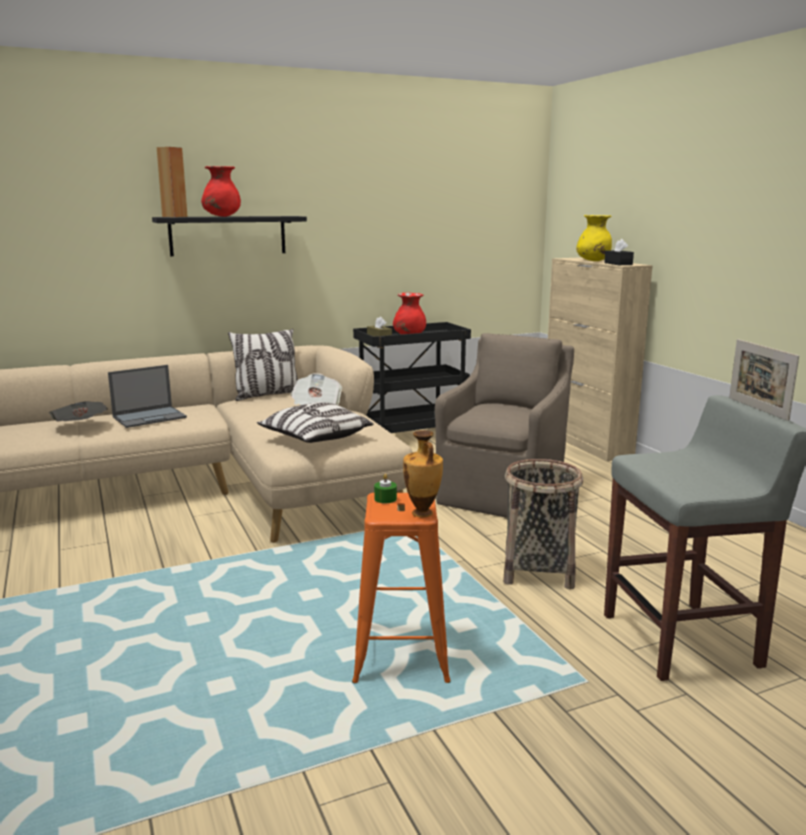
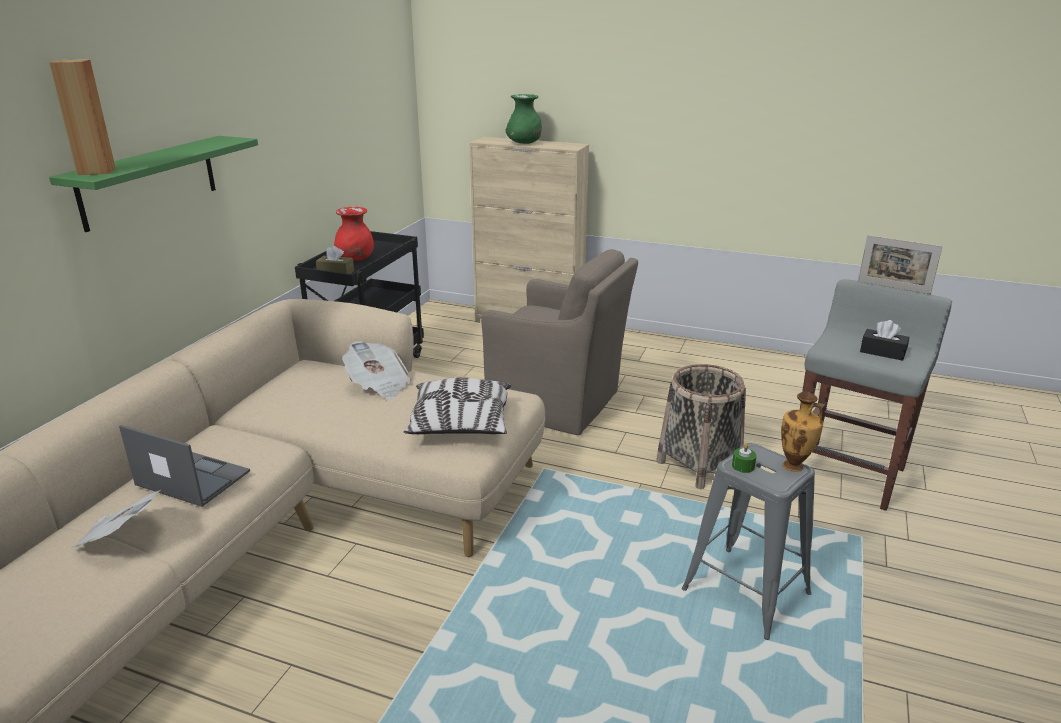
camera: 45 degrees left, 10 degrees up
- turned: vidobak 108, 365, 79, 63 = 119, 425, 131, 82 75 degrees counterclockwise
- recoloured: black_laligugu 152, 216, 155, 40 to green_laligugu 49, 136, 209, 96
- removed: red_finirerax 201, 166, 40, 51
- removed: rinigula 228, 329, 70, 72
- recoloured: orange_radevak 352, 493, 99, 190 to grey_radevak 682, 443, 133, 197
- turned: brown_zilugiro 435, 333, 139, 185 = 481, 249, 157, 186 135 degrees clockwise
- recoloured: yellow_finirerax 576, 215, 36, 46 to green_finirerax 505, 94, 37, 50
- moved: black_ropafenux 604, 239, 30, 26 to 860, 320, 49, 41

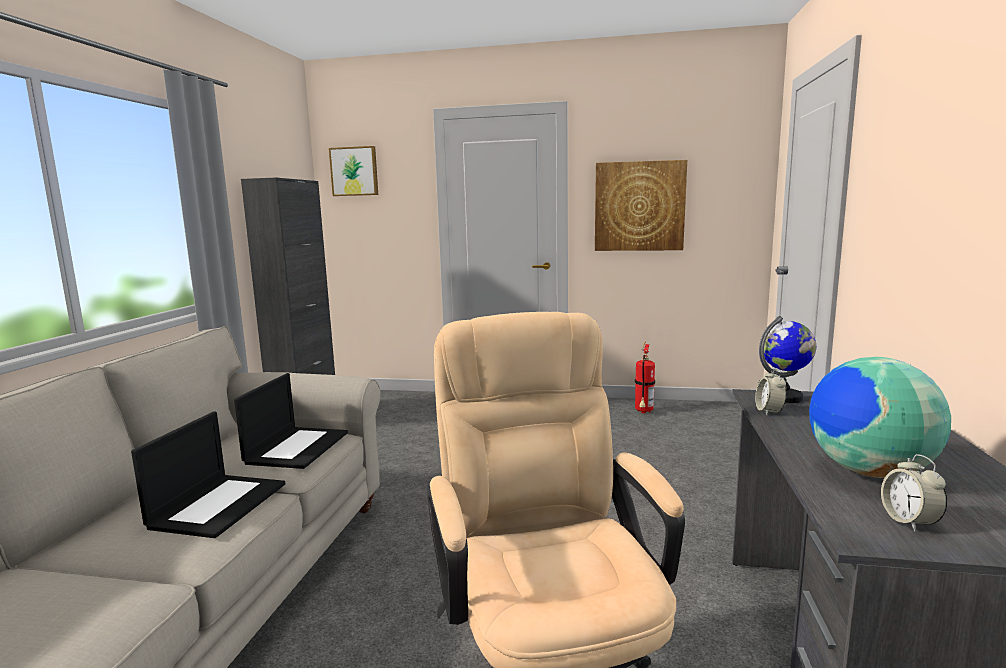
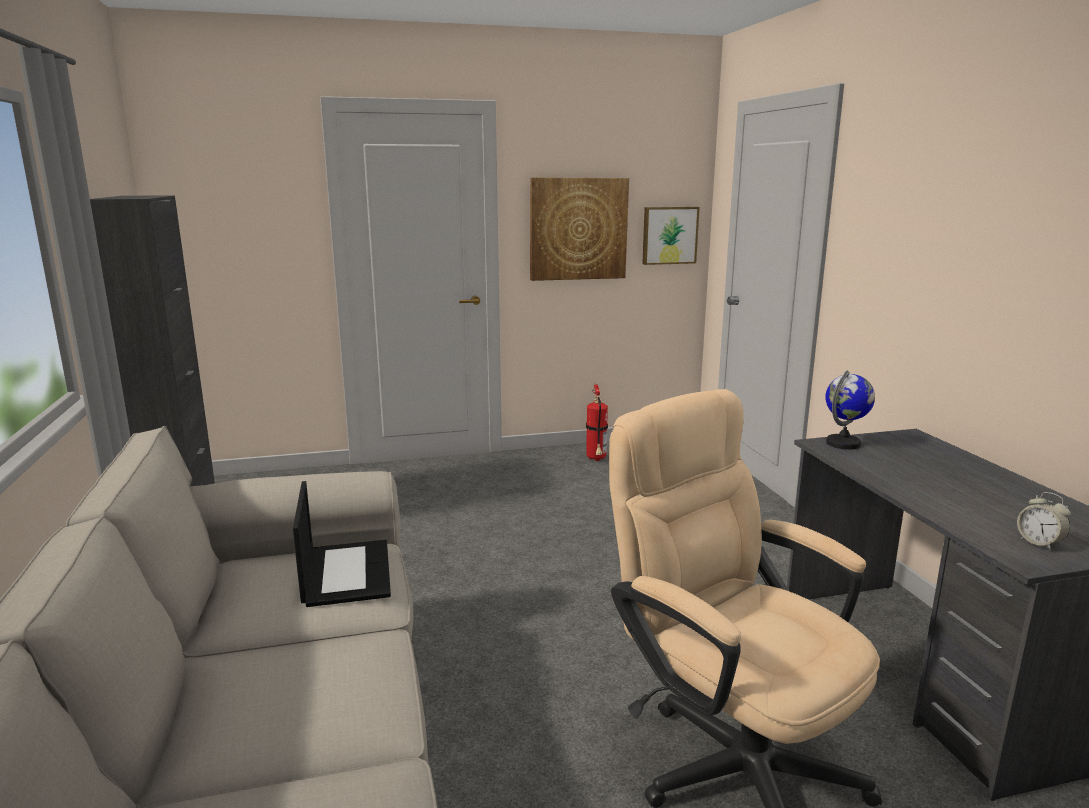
camera: 25 degrees left, 5 degrees up
- removed: vidobak 131, 412, 154, 126
- moved: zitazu 329, 146, 49, 50 to 642, 207, 57, 58
- removed: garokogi 755, 368, 32, 48
- removed: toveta 809, 357, 142, 121

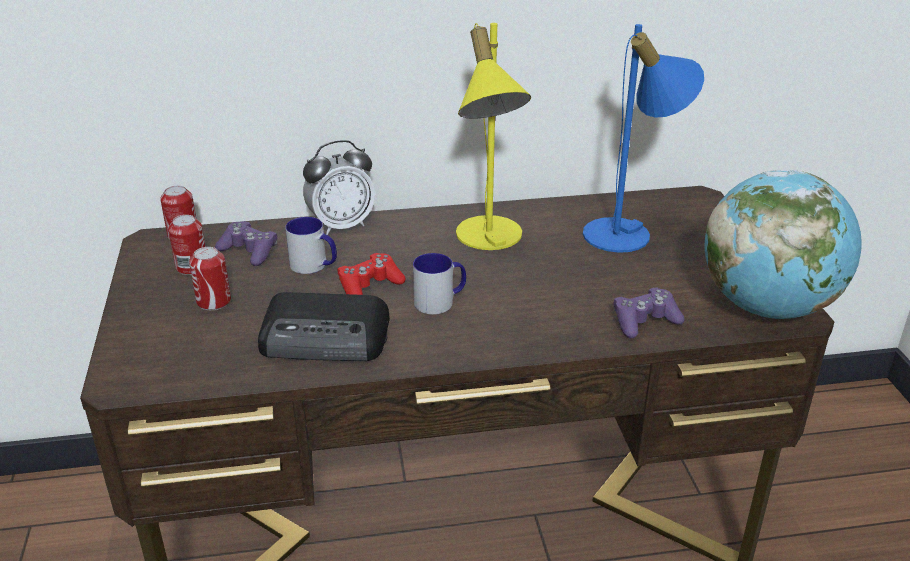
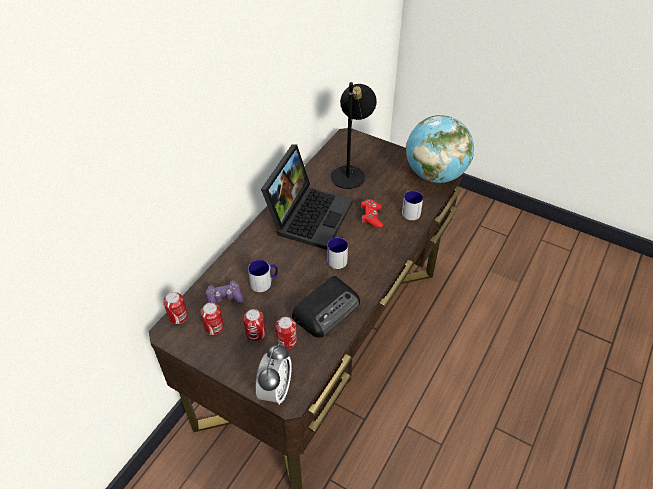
camera: 50 degrees left, 15 degrees up
- moved: garokogi 303, 140, 72, 95 to 256, 343, 36, 62
- moved: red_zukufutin 338, 253, 68, 42 to 361, 199, 22, 29
- replaced: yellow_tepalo 456, 23, 75, 227 to vidobak 261, 145, 92, 105
- recoloured: blue_tepalo 583, 24, 121, 229 to black_tepalo 331, 82, 46, 107
- replaced: purple_zukufutin 614, 287, 71, 51 to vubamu 402, 190, 21, 30
- added: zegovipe 275, 317, 22, 32

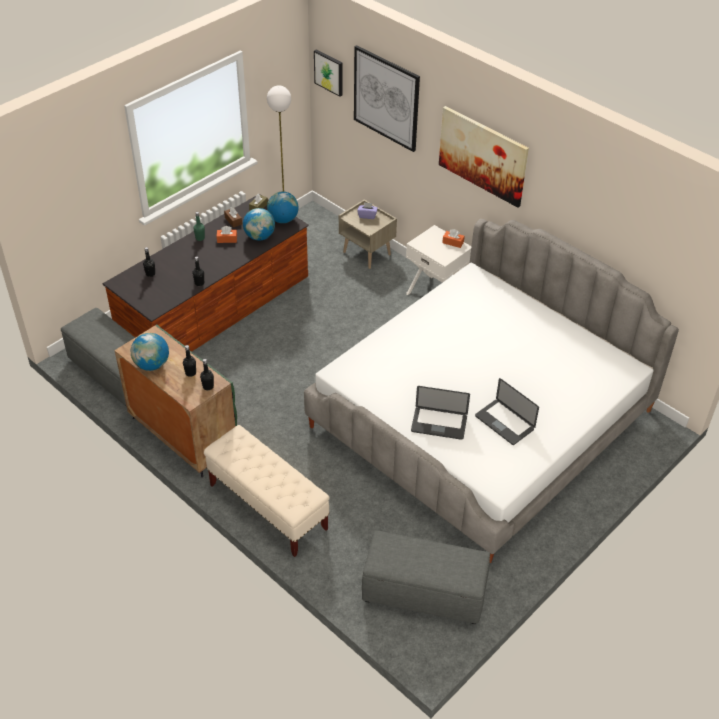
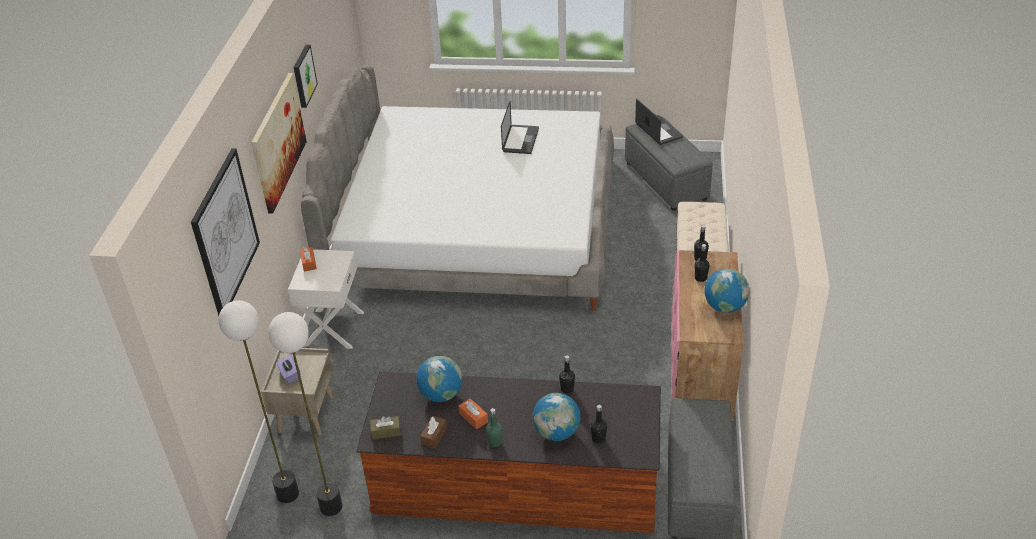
camera: 125 degrees left, 5 degrees down
- recoloured: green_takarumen 115, 325, 122, 153 to pink_takarumen 671, 250, 73, 171
- moved: toveta 267, 192, 32, 31 to 533, 393, 47, 48
- moved: zitazu 314, 49, 29, 48 to 294, 45, 24, 63
- moved: vidobak 411, 386, 59, 54 to 635, 99, 48, 46
- added: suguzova 218, 300, 81, 203

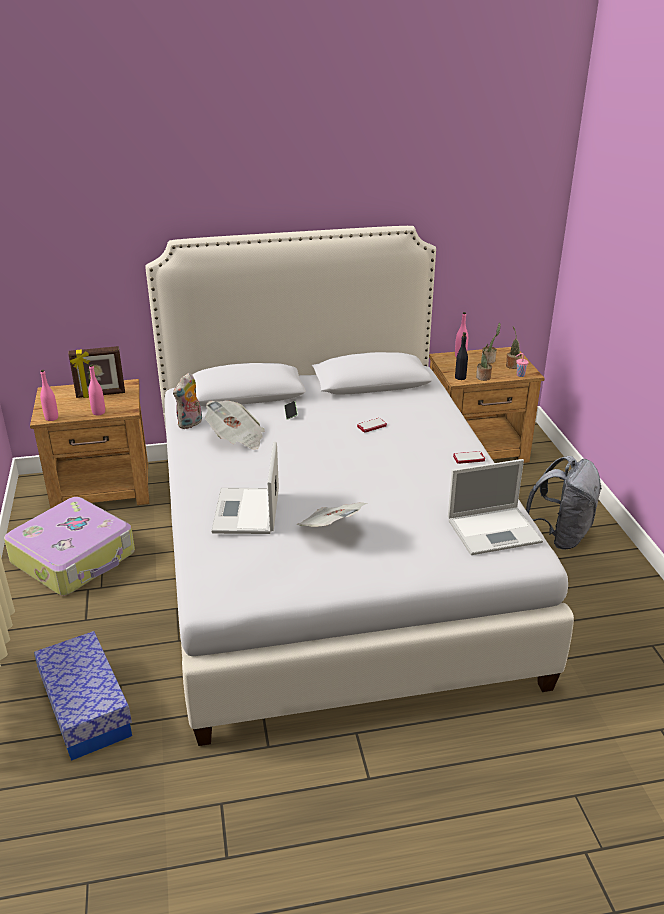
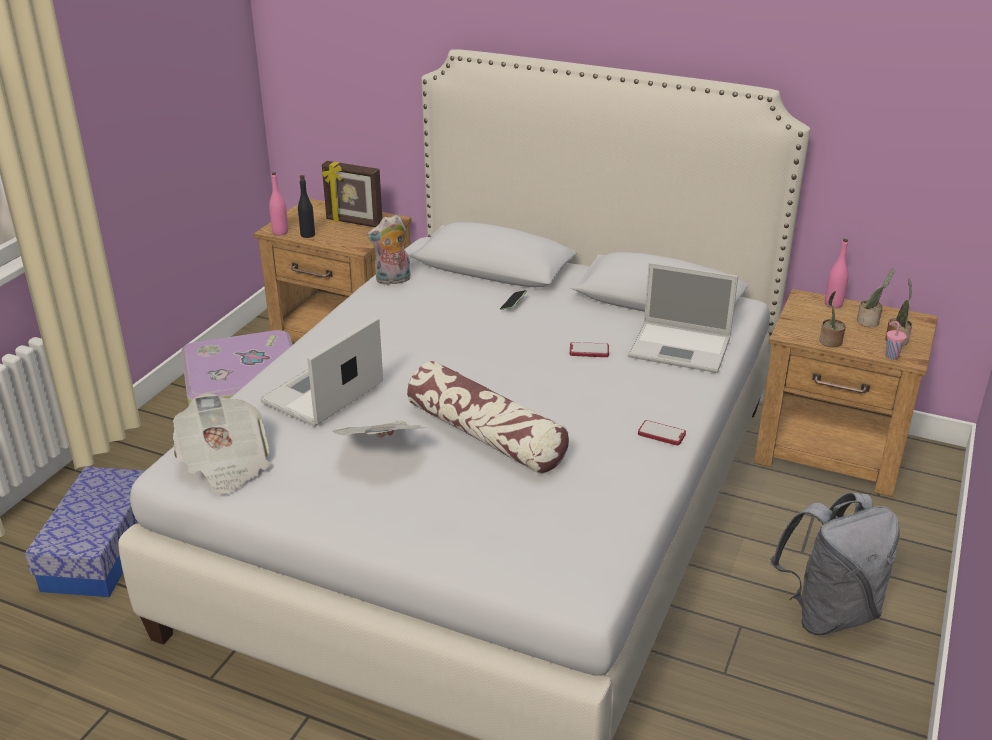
camera: 35 degrees right, 0 degrees up
- removed: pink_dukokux 88, 364, 17, 51
- moved: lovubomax 205, 400, 60, 50 to 173, 393, 97, 102
- moved: vidobak 448, 459, 95, 96 to 628, 262, 110, 111
- moved: black_dukokux 455, 332, 13, 48 to 298, 175, 17, 63
- added: rinigula 407, 361, 162, 113

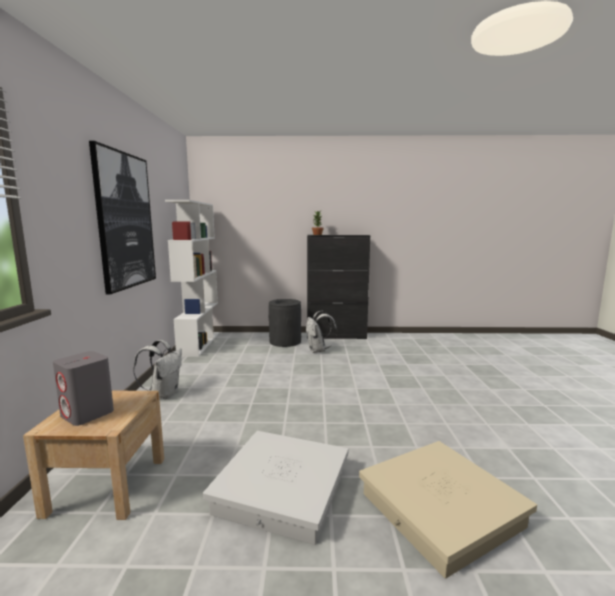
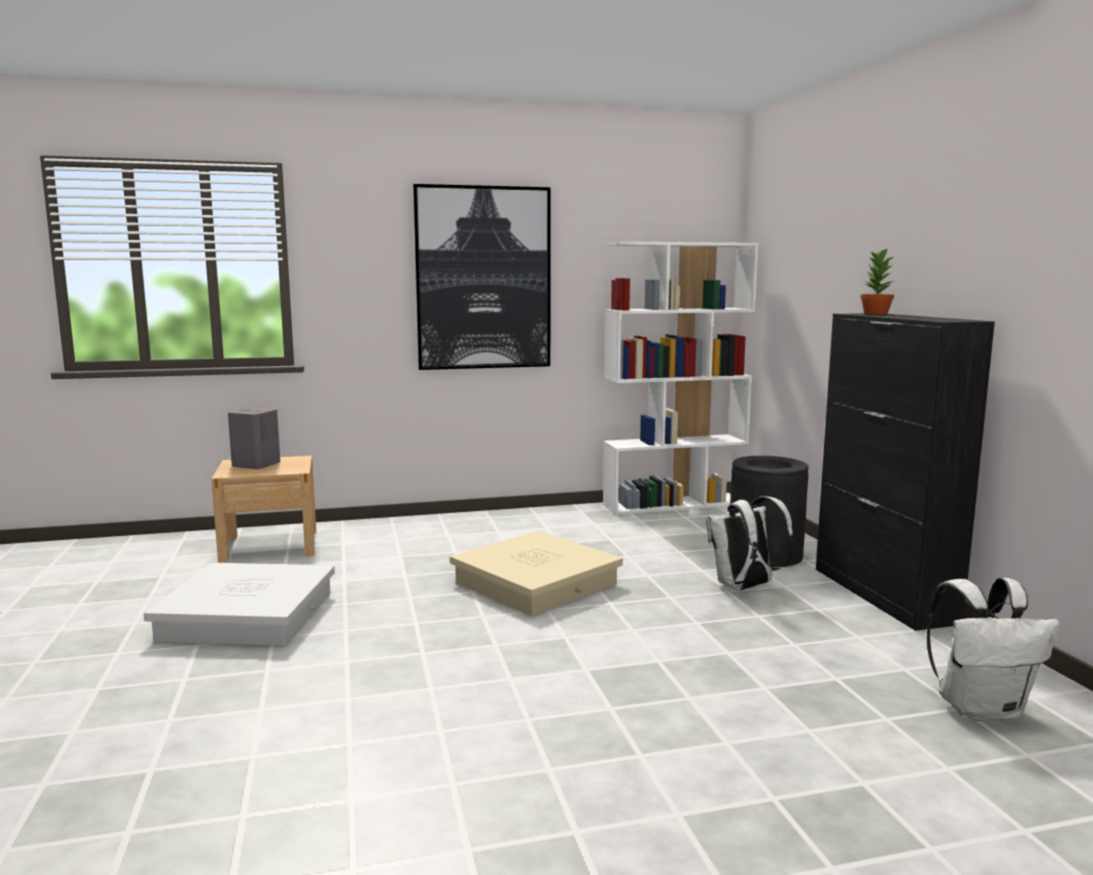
camera: 75 degrees right, 0 degrees up
- moved: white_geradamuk 133, 340, 49, 59 to 927, 578, 133, 143
- moved: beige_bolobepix 359, 441, 178, 138 to 450, 531, 173, 85

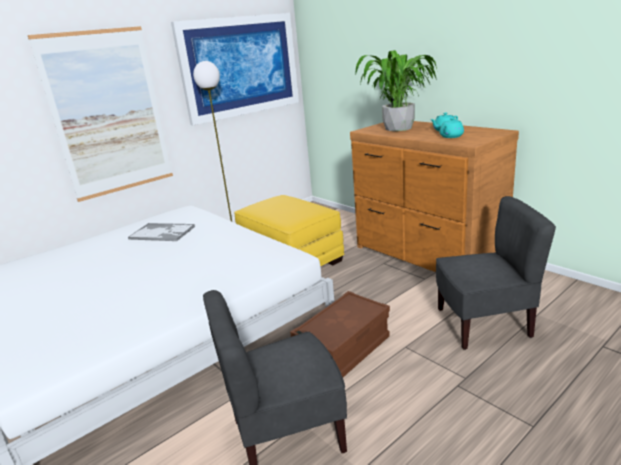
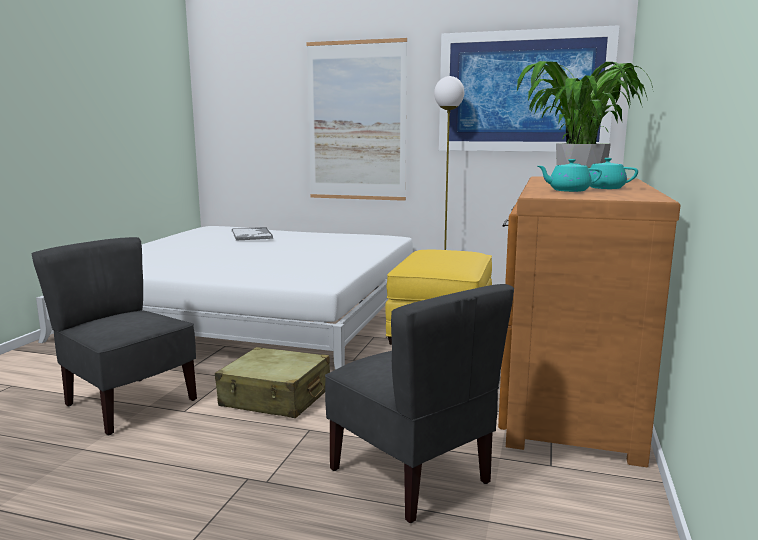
camera: 55 degrees right, 10 degrees down
- moved: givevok 128, 223, 67, 18 to 232, 227, 41, 14
- replaced: brown_bolobepix 290, 291, 100, 86 to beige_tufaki 215, 347, 115, 71

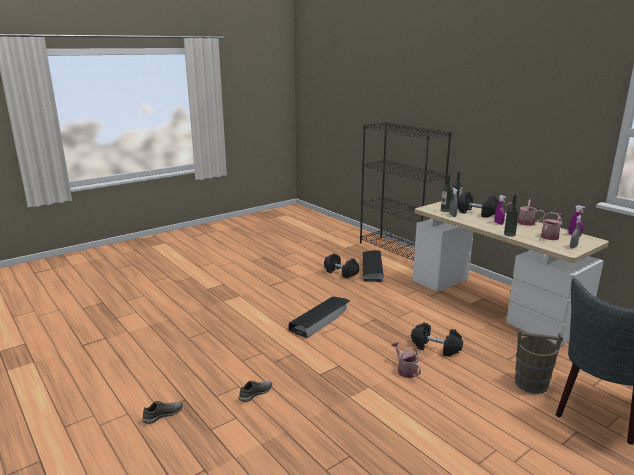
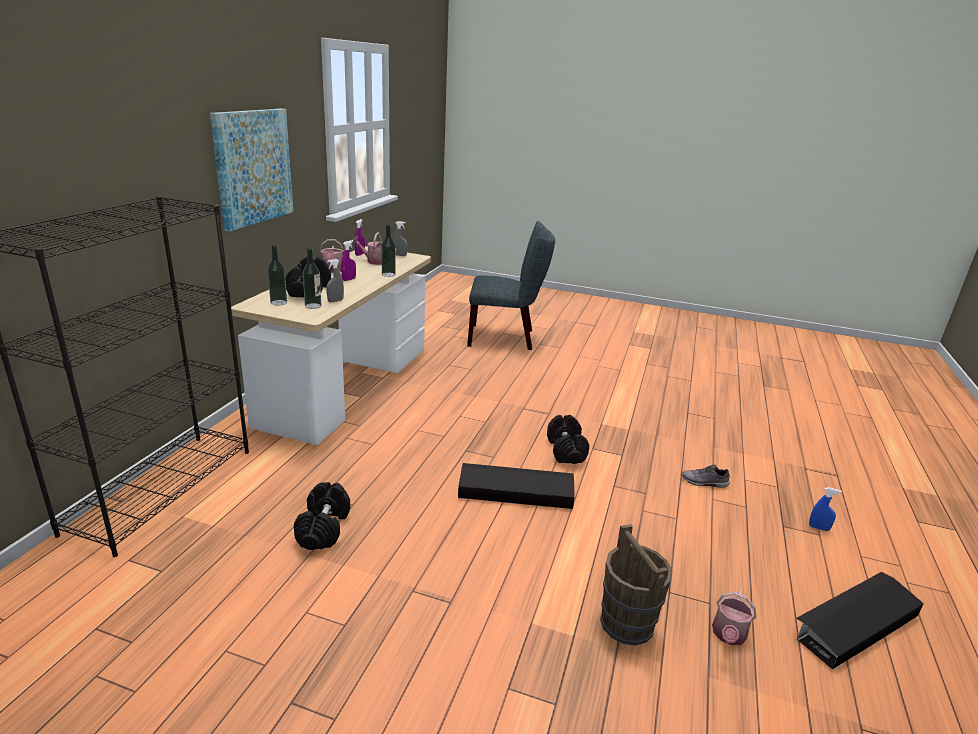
camera: 125 degrees left, 5 degrees up
- replaced: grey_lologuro 142, 401, 41, 23 to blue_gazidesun 809, 487, 33, 44
- moved: black_bolobepix 362, 250, 21, 32 to 796, 572, 128, 98
- moved: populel 391, 342, 30, 36 to 712, 590, 44, 55
- moved: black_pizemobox 411, 322, 52, 34 to 547, 415, 42, 49
- moved: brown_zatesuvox 515, 328, 48, 66 to 600, 524, 72, 121
- added: zitazu 210, 109, 84, 123

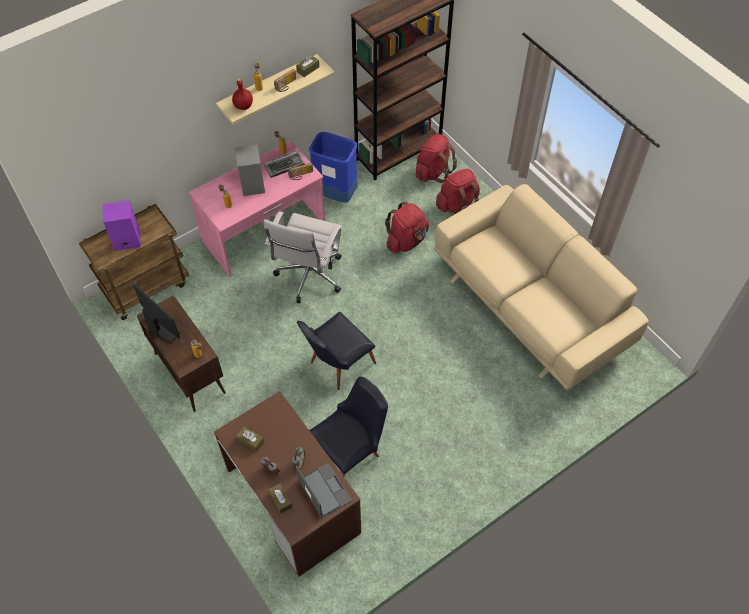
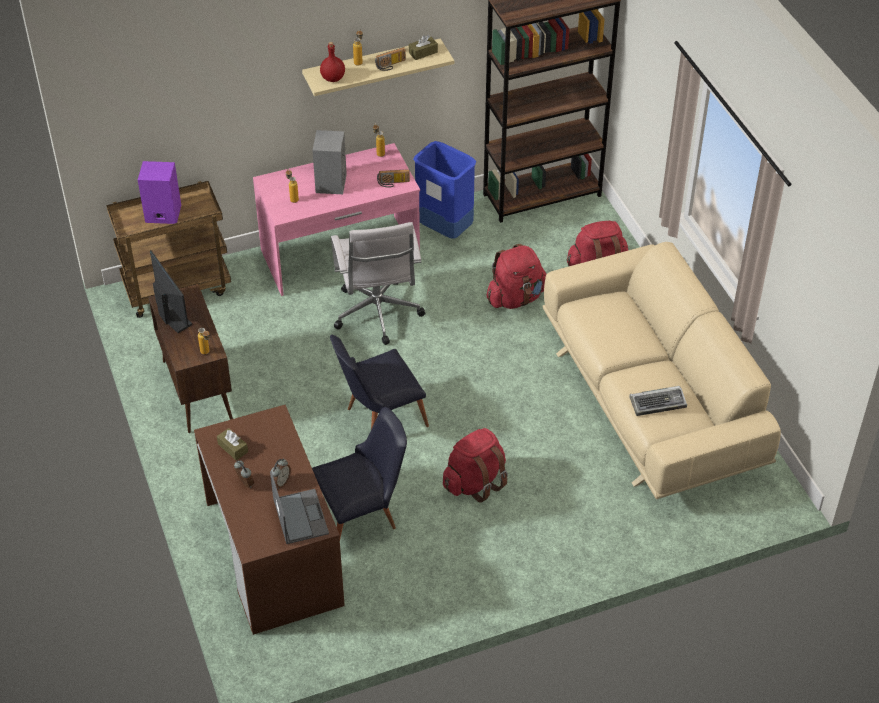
camera: 15 degrees right, 10 degrees down
- moved: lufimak 264, 151, 41, 27 to 629, 386, 58, 30
- turned: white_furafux 264, 211, 78, 92 = 331, 222, 94, 123 45 degrees counterclockwise
- removed: brown_ropafenux 269, 483, 23, 31
- moved: red_geradamuk 415, 134, 42, 49 to 443, 428, 65, 75

